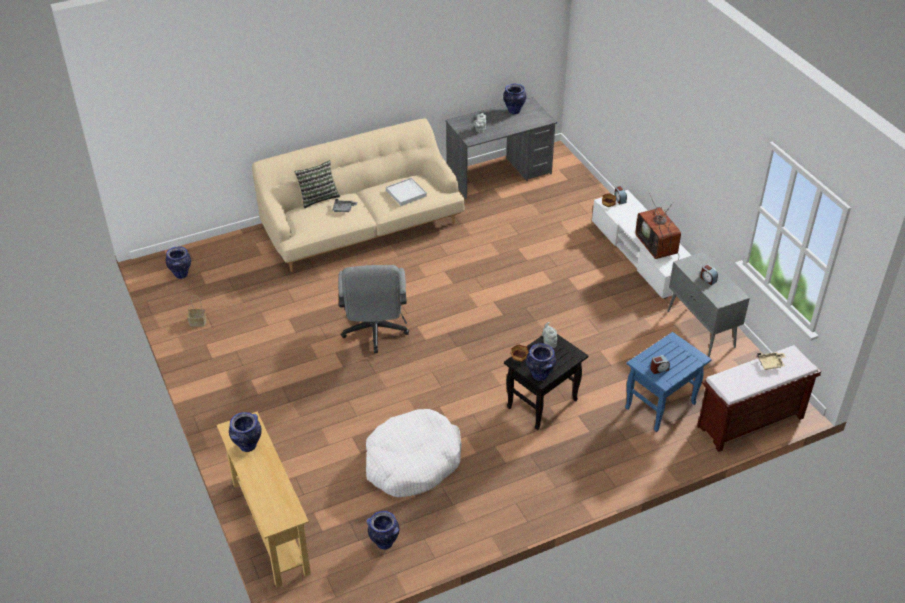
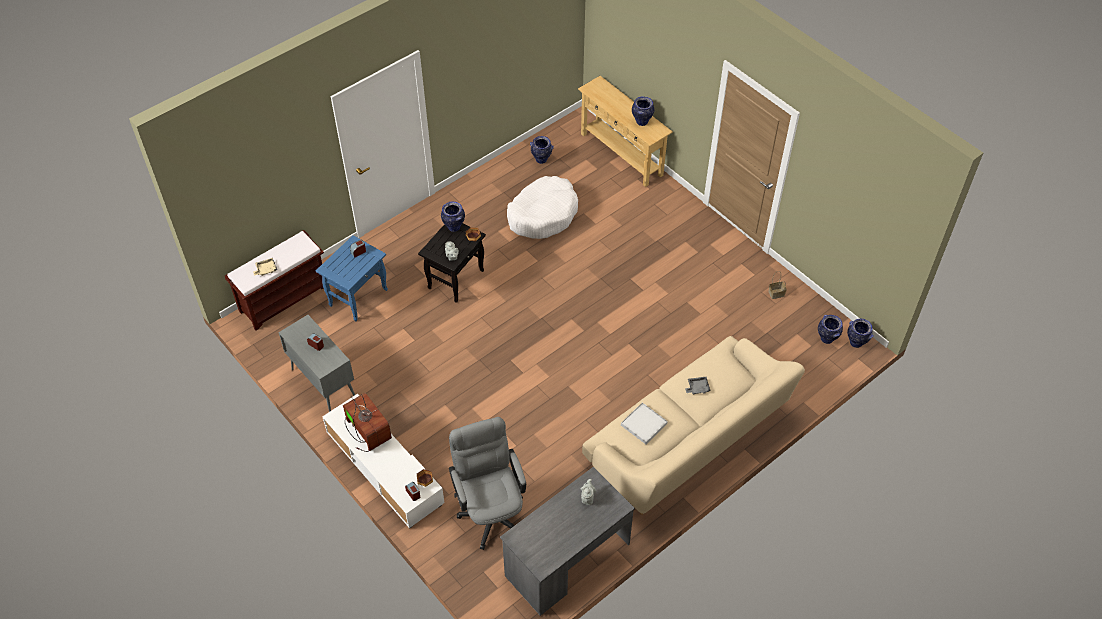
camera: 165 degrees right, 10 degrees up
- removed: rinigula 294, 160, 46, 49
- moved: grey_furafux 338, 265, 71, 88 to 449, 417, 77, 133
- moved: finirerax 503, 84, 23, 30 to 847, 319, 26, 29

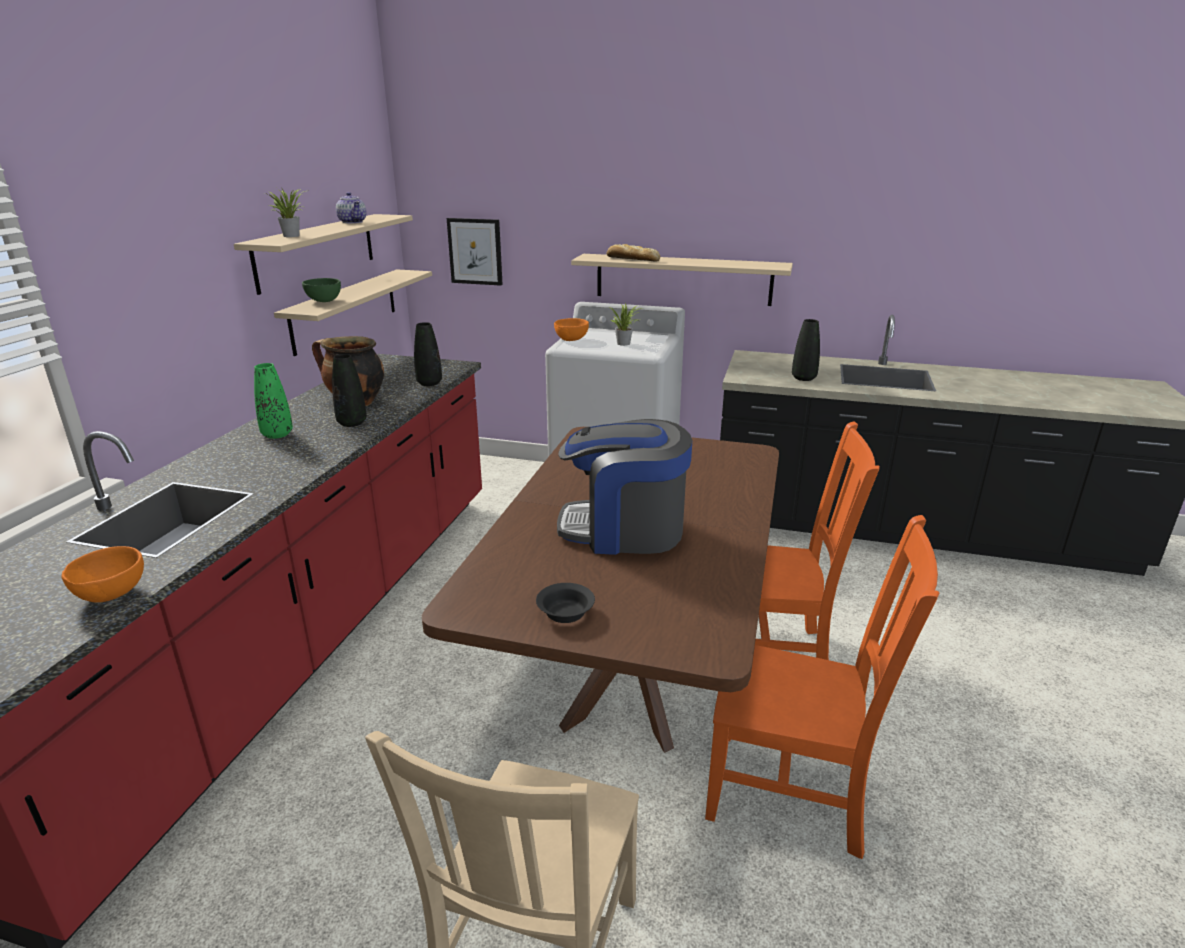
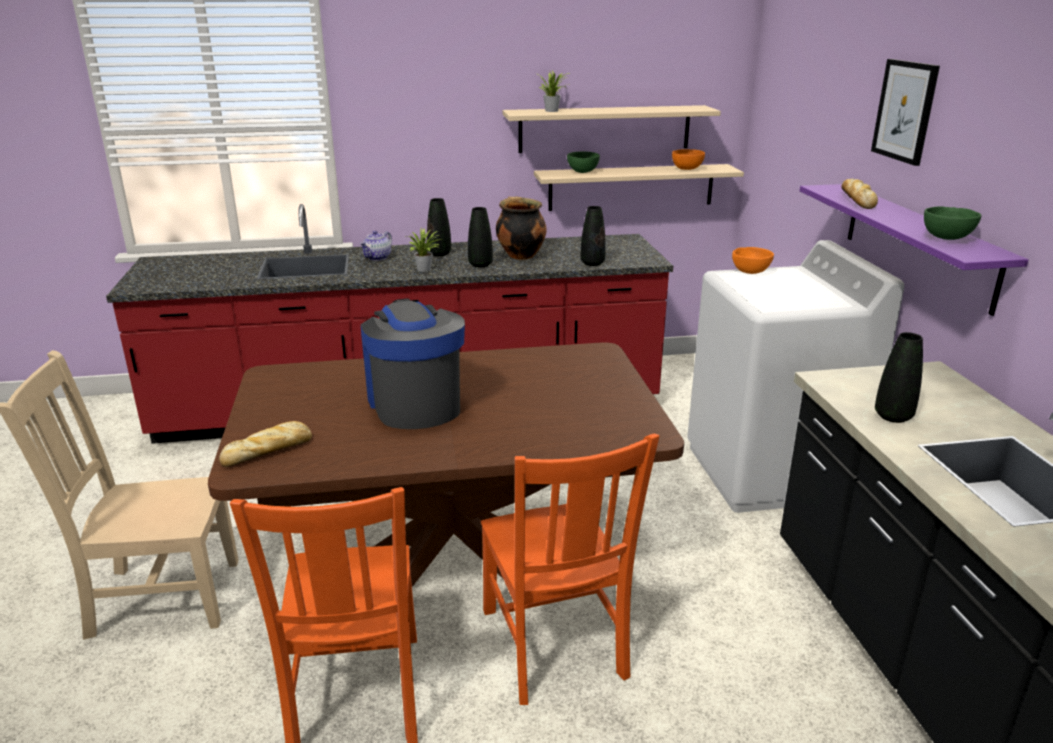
camera: 65 degrees right, 0 degrees up
- moved: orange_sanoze 61, 546, 83, 56 to 672, 149, 33, 21
- recoloured: green_finirerax 254, 363, 39, 76 to black_finirerax 427, 198, 24, 58
- moved: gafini 336, 192, 30, 31 to 360, 231, 32, 30
- moved: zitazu 447, 218, 56, 68 to 871, 59, 69, 107
- removed: black_sanoze 536, 583, 59, 40
- recoloured: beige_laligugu 571, 254, 222, 52 to purple_laligugu 800, 184, 229, 132
- moved: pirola 610, 303, 31, 43 to 405, 229, 39, 43
- added: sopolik 219, 421, 93, 46
- added: green_sanoze 924, 206, 57, 34

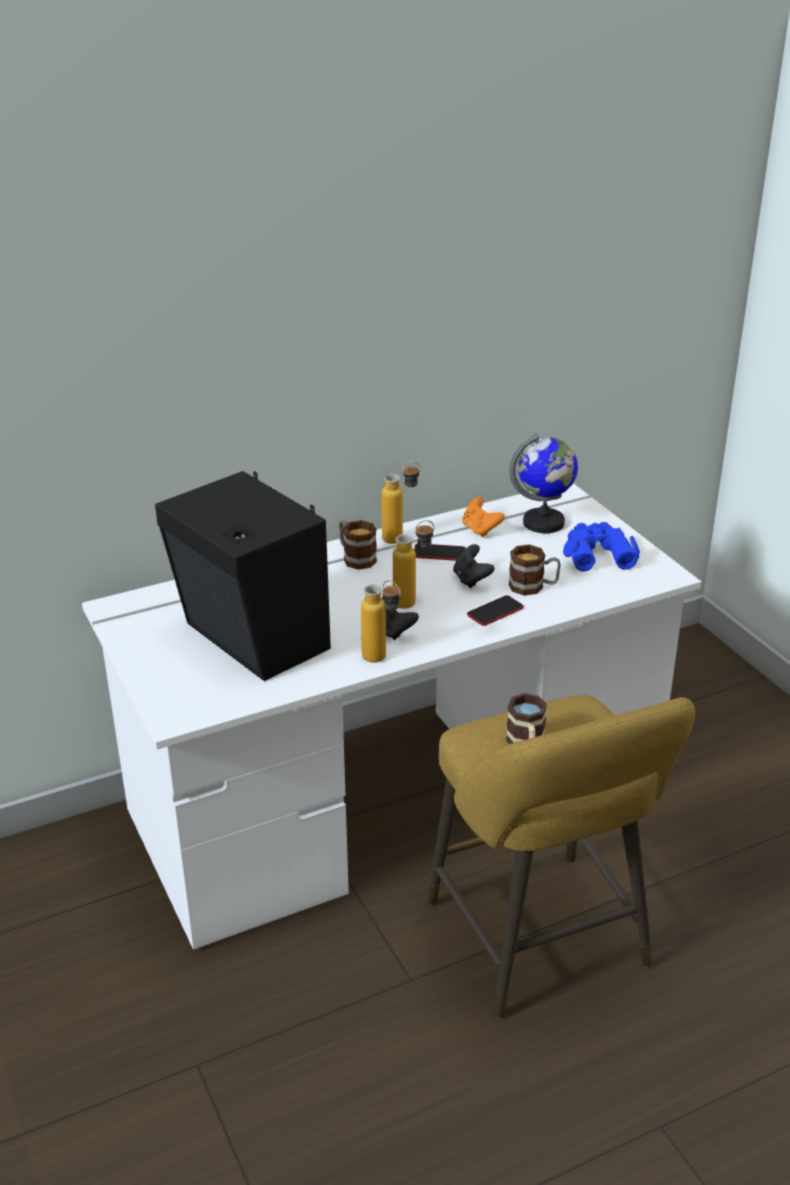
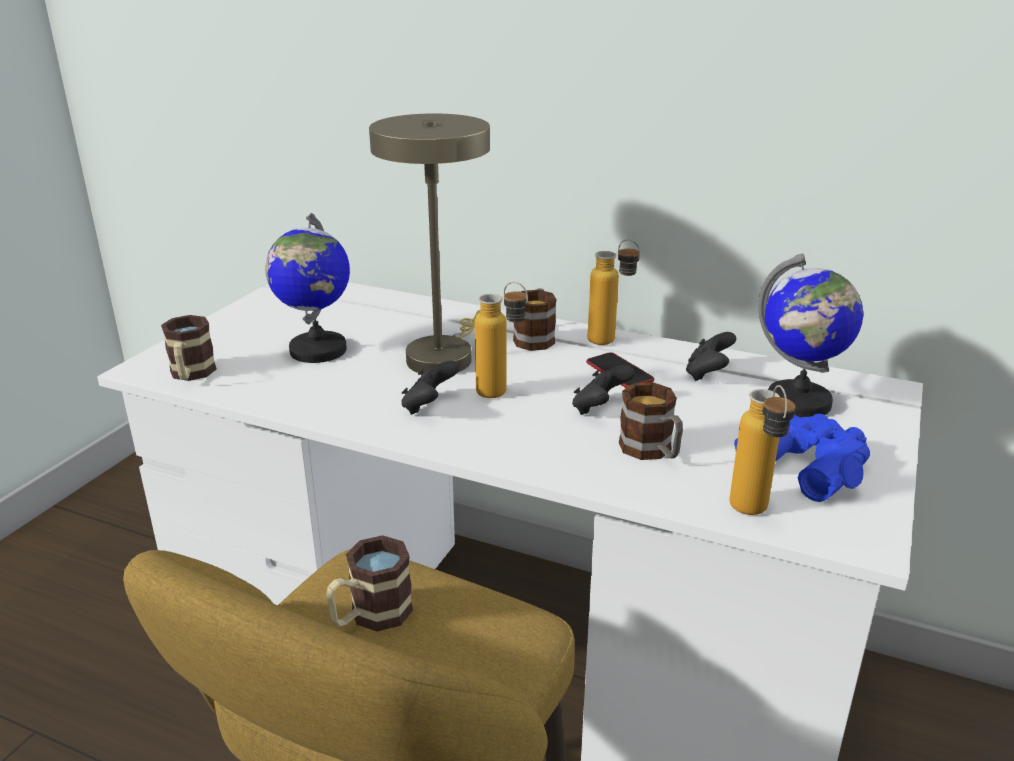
camera: 50 degrees right, 5 degrees down
- replaced: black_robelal 155, 471, 176, 210 to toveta 265, 213, 85, 150
- moved: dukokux 361, 580, 40, 83 to 729, 385, 67, 130
- recoloured: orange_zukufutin 462, 497, 43, 41 to black_zukufutin 686, 332, 50, 49
- removed: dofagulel 467, 595, 57, 31
- added: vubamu 161, 315, 56, 66
- added: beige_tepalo 369, 113, 121, 260

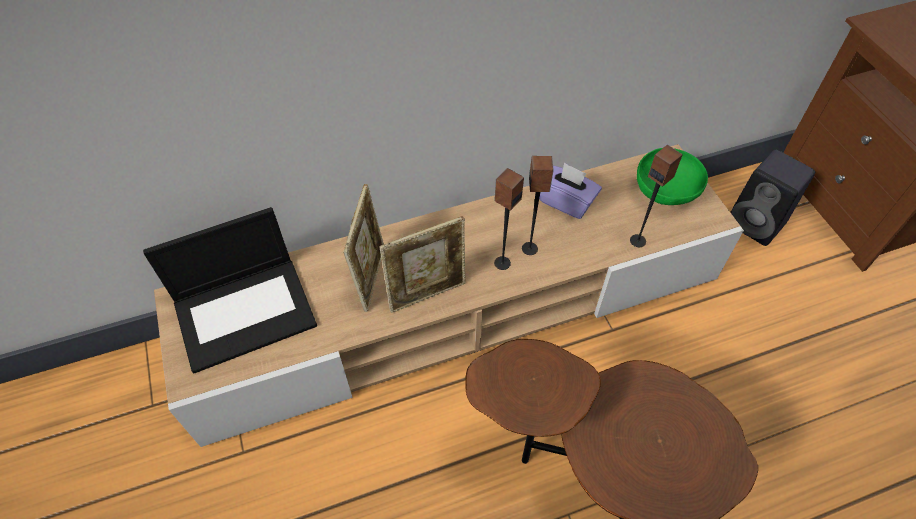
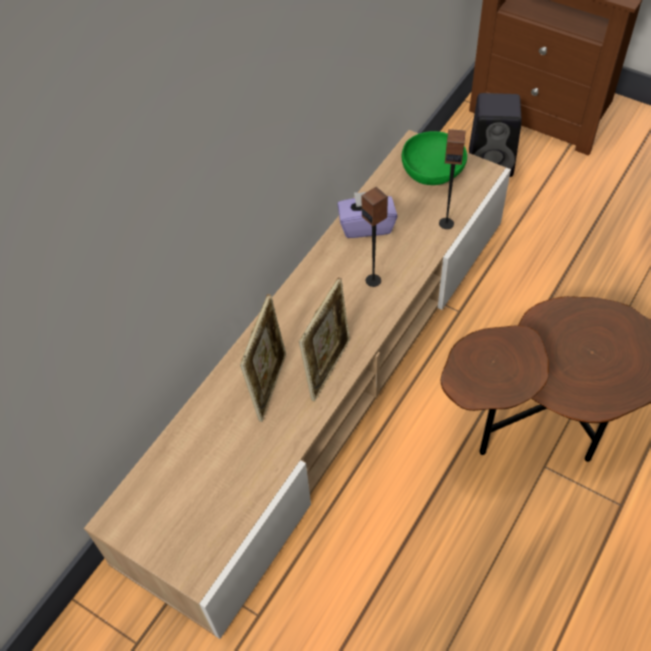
camera: 35 degrees left, 0 degrees up
- removed: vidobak 143, 207, 174, 166
- turned: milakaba 343, 184, 41, 128 = 240, 294, 46, 128 45 degrees clockwise
- removed: robelal 494, 168, 30, 102

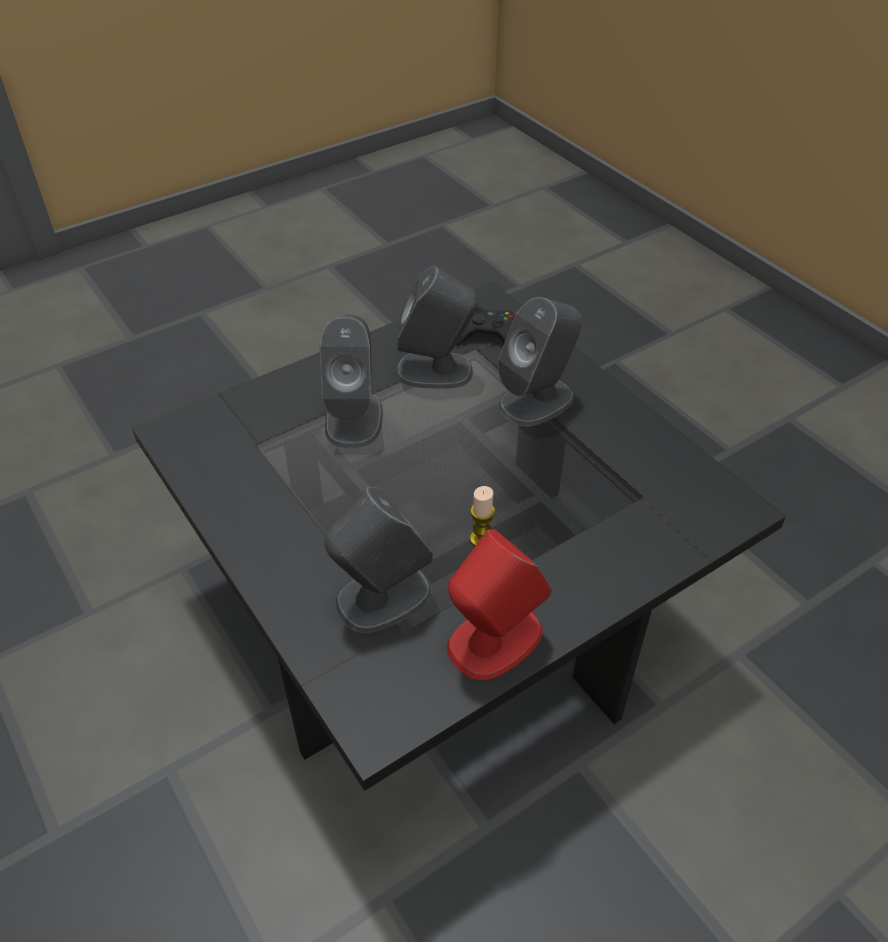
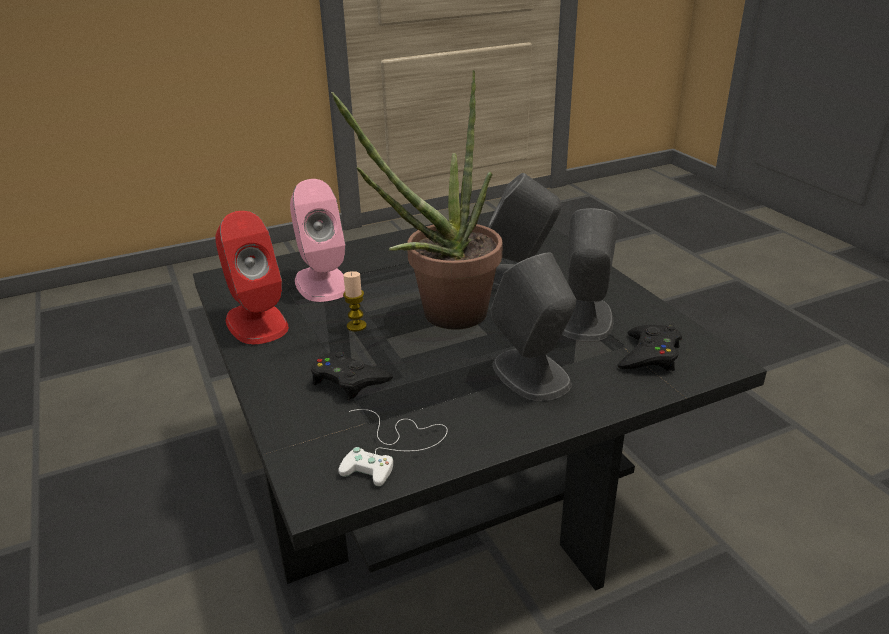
camera: 100 degrees right, 15 degrees down
- recoloured: grey_robelal 324, 487, 109, 146 to pink_robelal 290, 179, 56, 123
- added: black_zukufutin 311, 352, 82, 48
- added: pirola 331, 70, 172, 260
- added: white_zukufutin 338, 409, 109, 77

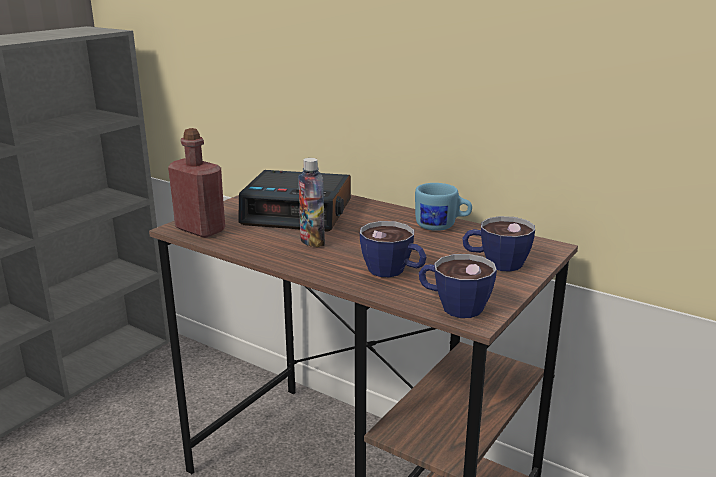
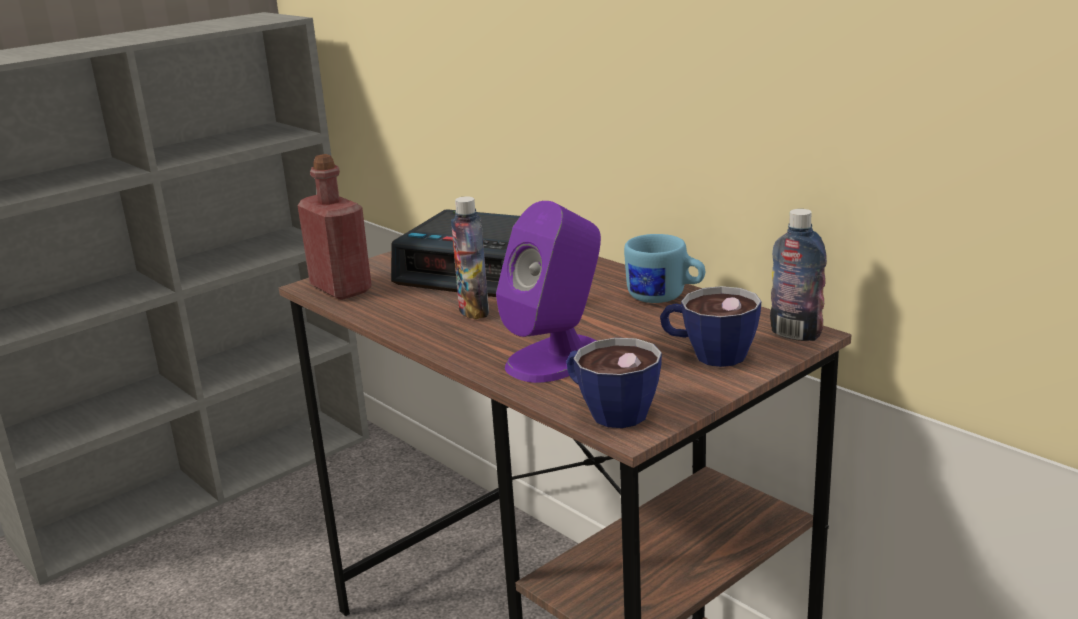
camera: 15 degrees right, 0 degrees up
- replaced: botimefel 360, 221, 67, 56 to purple_robelal 496, 201, 105, 182
- added: dukokux 770, 209, 57, 132

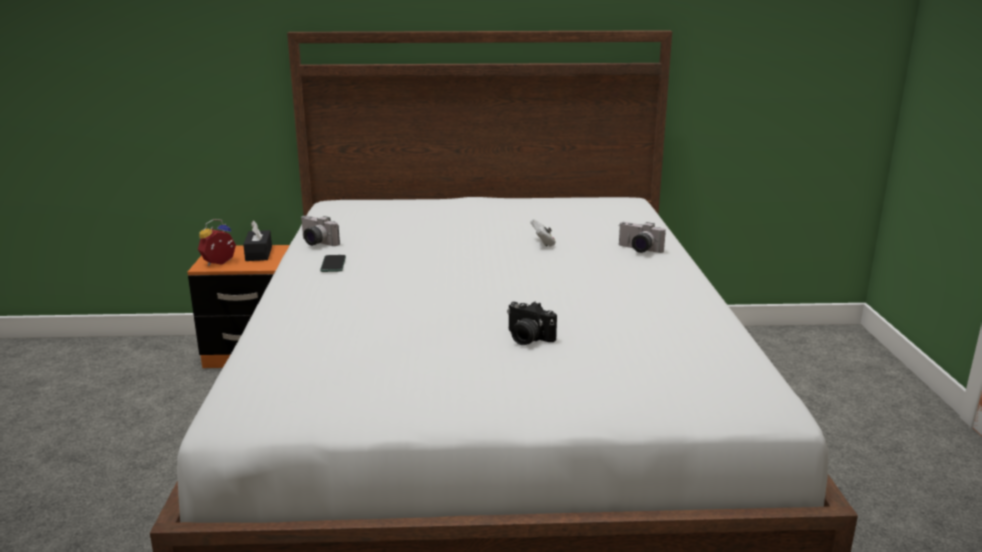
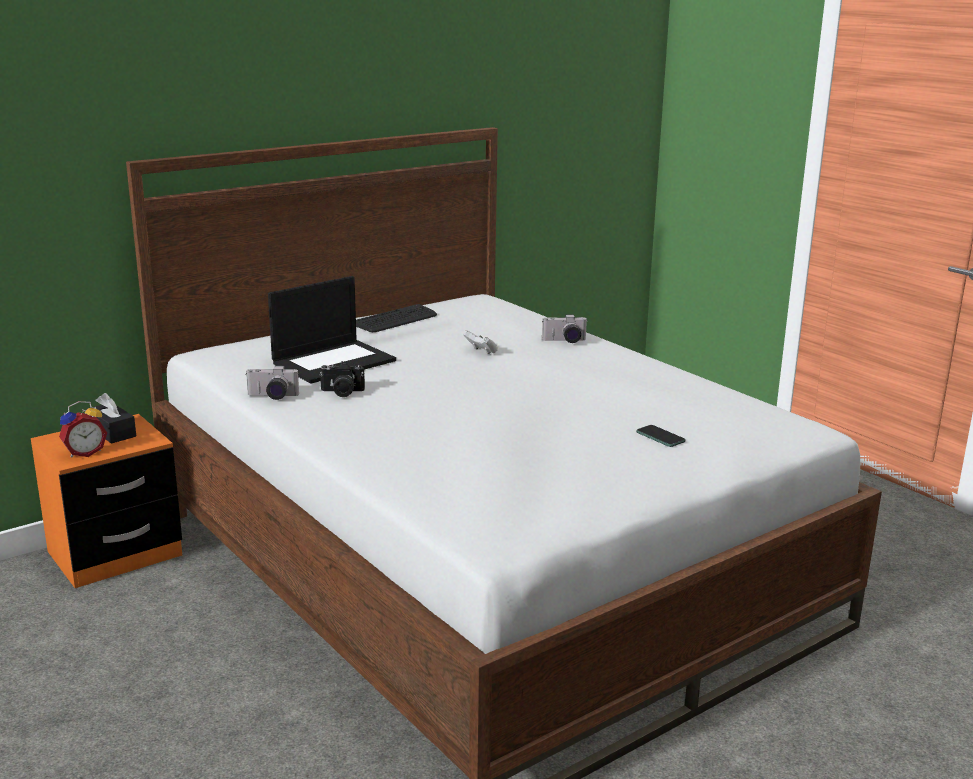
camera: 35 degrees left, 0 degrees up
- turned: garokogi 198, 219, 38, 47 = 59, 401, 48, 57 135 degrees counterclockwise
- moved: dofagulel 320, 255, 26, 17 to 636, 425, 50, 22
- moved: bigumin 507, 302, 50, 43 to 319, 361, 46, 36
- added: vidobak 268, 276, 128, 108
- added: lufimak 356, 304, 81, 28

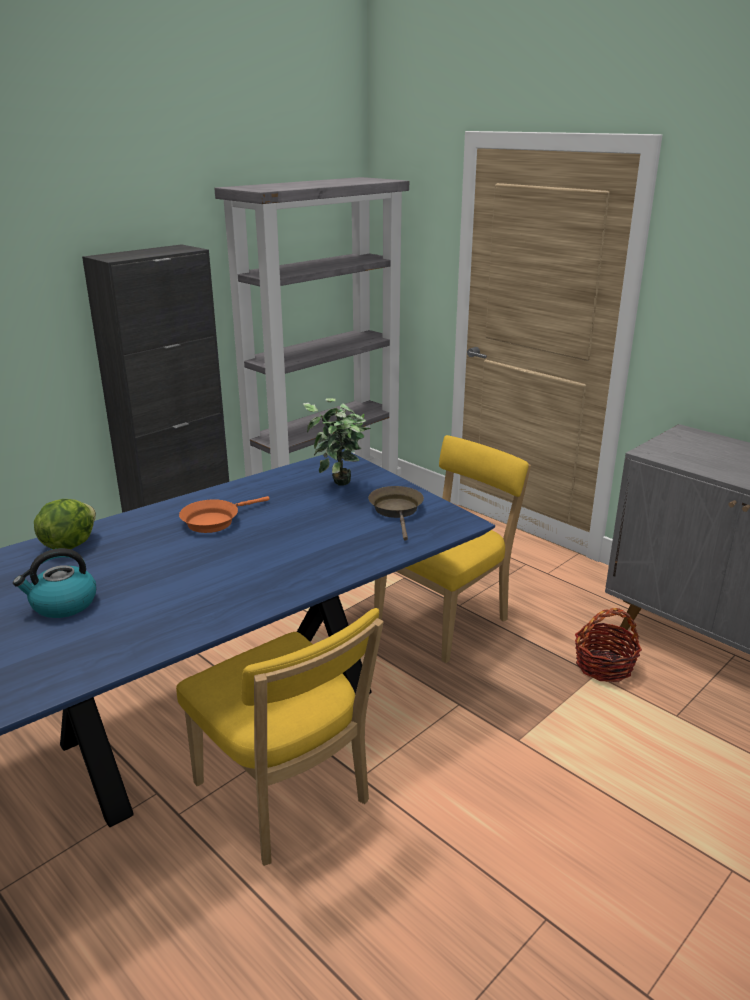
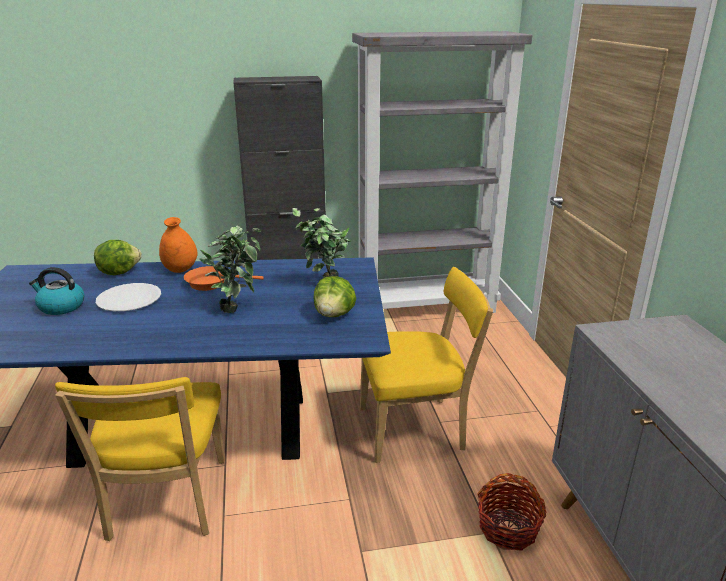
camera: 35 degrees right, 0 degrees up
- replaced: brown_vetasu 368, 486, 56, 55 to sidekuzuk 313, 276, 43, 41
- added: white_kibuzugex 96, 283, 65, 28
- added: orange_finirerax 159, 217, 38, 56
- added: pirola 199, 226, 62, 87

